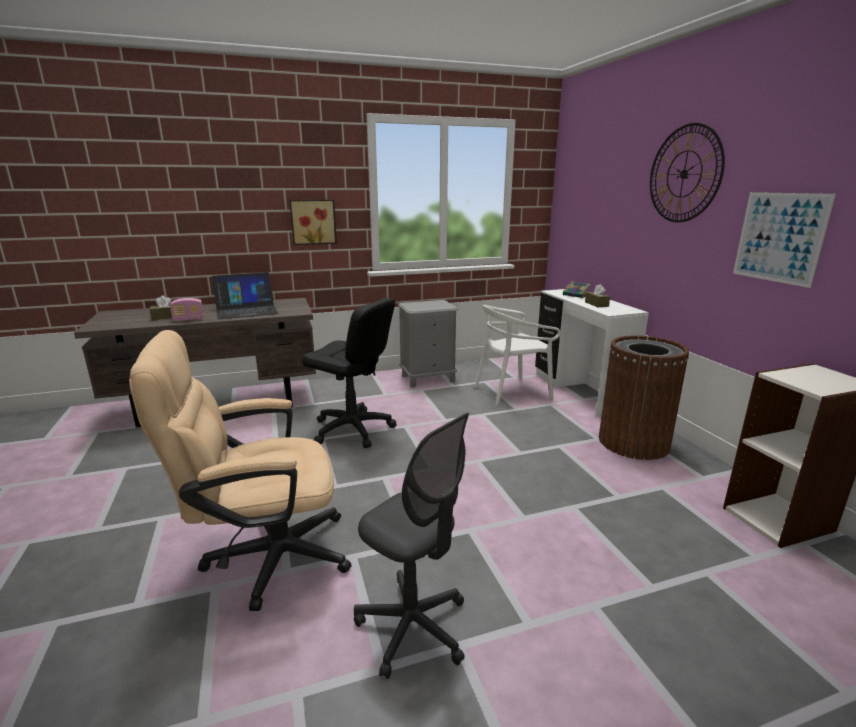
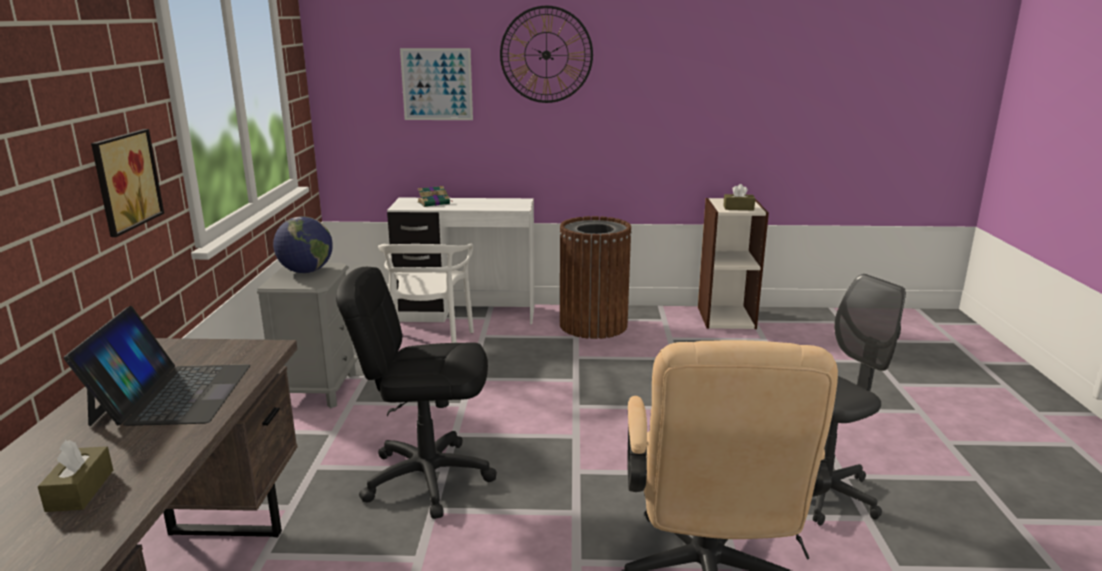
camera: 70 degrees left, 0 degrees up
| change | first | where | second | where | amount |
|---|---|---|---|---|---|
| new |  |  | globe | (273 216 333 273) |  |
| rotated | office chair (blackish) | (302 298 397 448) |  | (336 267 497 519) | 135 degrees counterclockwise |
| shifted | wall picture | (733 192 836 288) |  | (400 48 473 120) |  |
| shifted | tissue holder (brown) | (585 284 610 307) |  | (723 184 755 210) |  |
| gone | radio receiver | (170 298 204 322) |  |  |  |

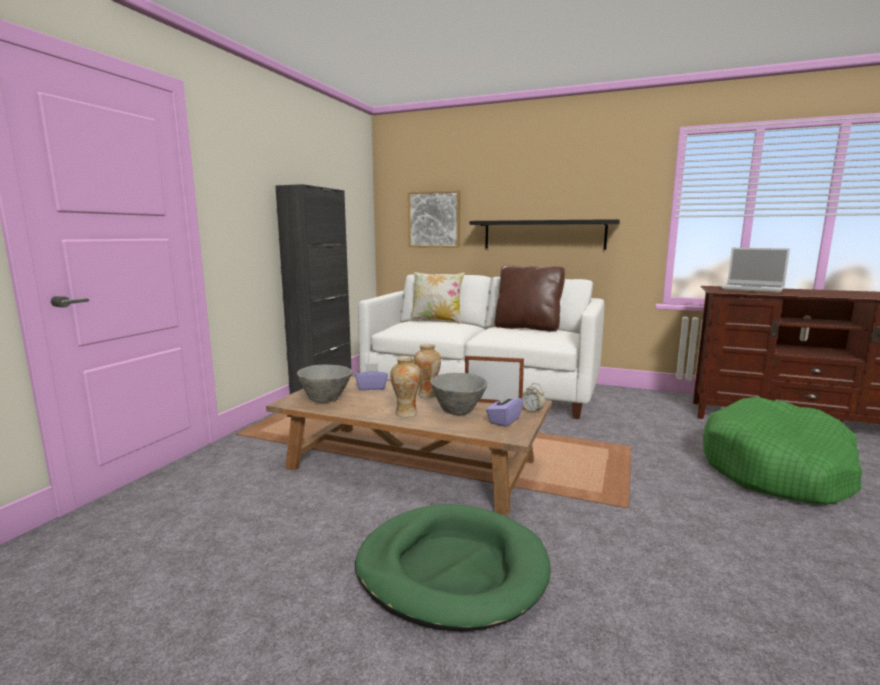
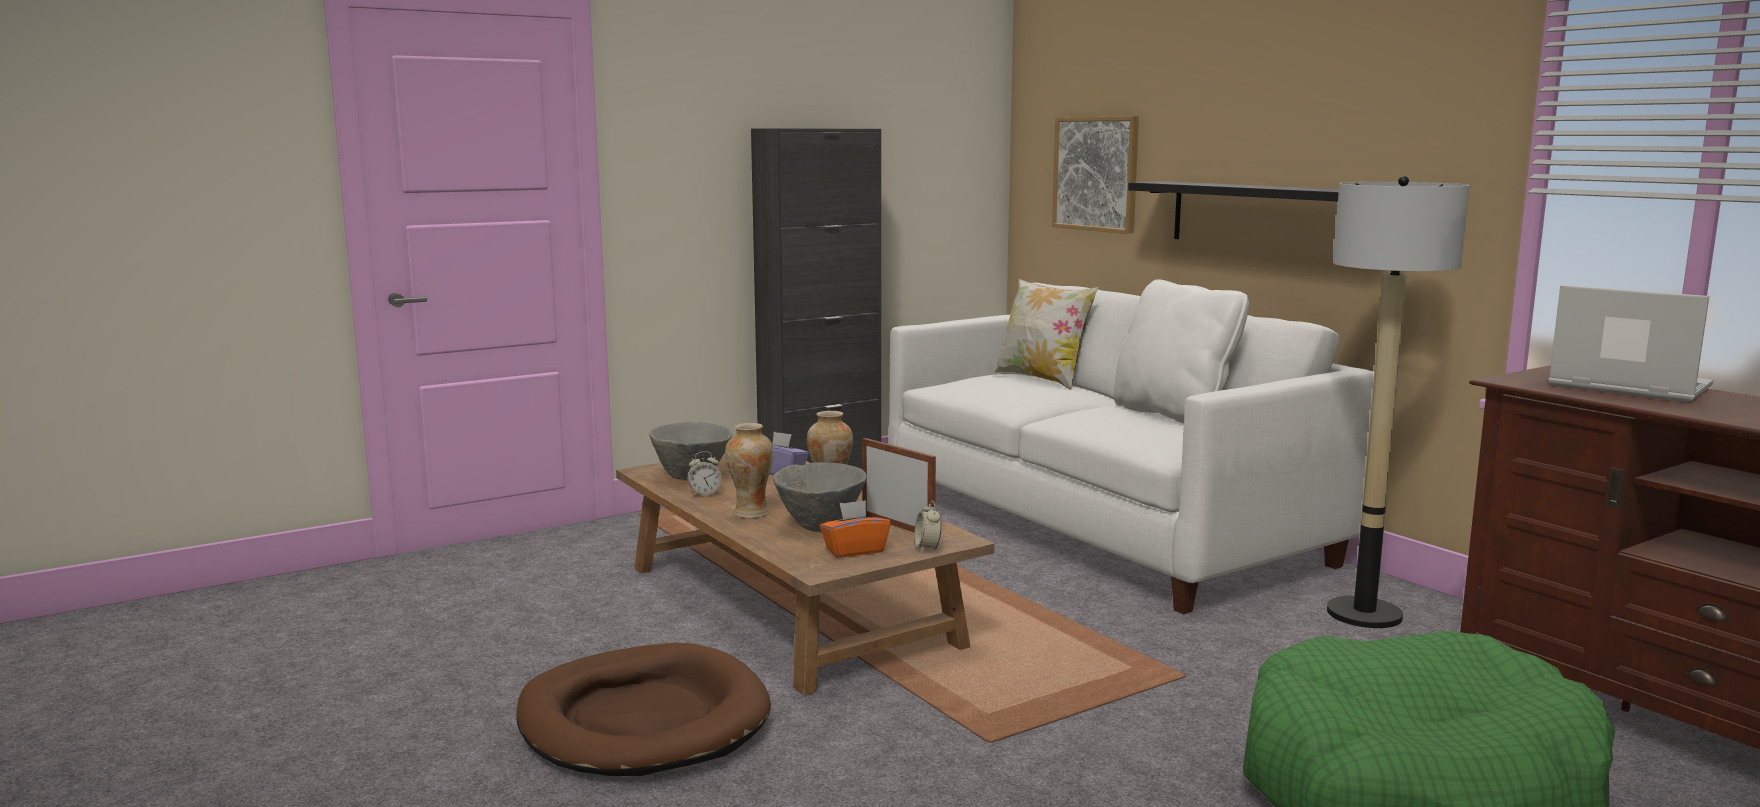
camera: 35 degrees right, 0 degrees up
| change | first | where | second | where | amount |
|---|---|---|---|---|---|
| repainted | dog cushion (greenish) | (355 504 550 631) | dog cushion (brown) | (516 643 771 776) |  |
| new |  |  | alarm clock | (687 451 722 497) |  |
| repainted | tissue holder (purplish) | (486 390 523 427) | tissue holder (orange) | (820 500 891 558) |  |
| repainted | throw pillow (brown) | (495 265 565 332) | throw pillow (whitish) | (1114 279 1249 423) |  |
| new |  |  | standing lamp | (1327 176 1470 628) |  |
| rotated | laptop | (721 248 790 293) |  | (1548 285 1713 403) | 150 degrees clockwise |

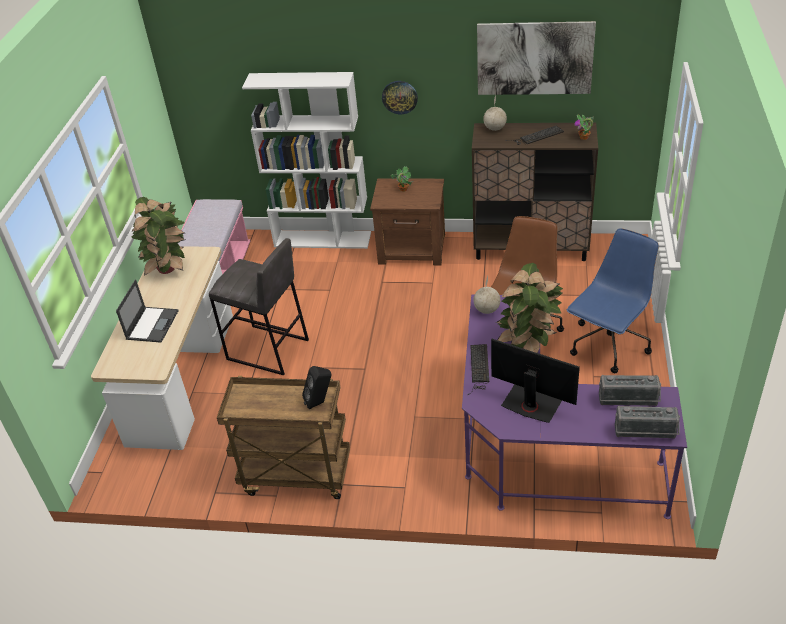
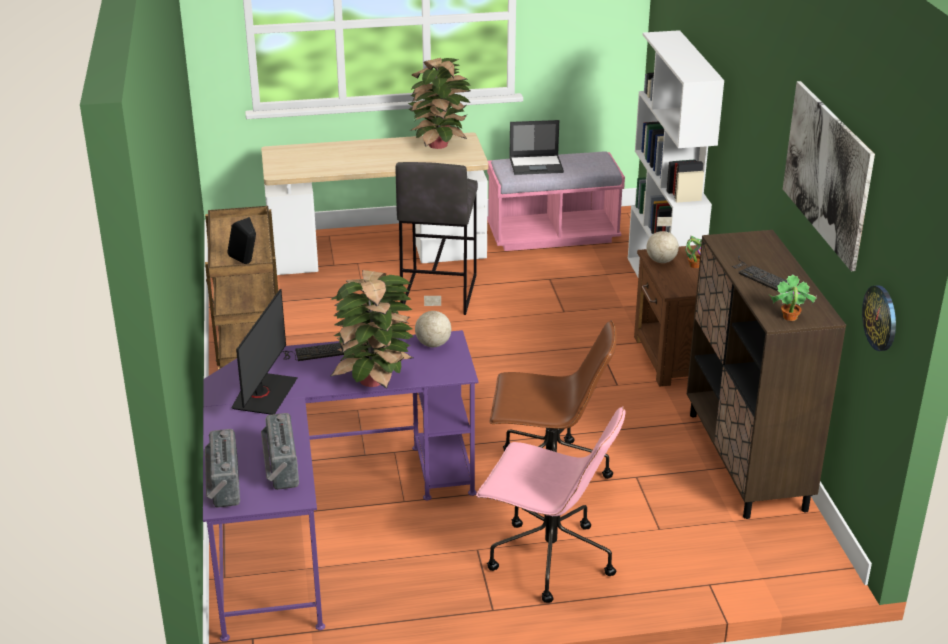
camera: 70 degrees right, 10 degrees down
| change | first | where | second | where | amount |
|---|---|---|---|---|---|
| repainted | office chair (blue) | (567 228 659 373) | office chair (pinkish) | (476 407 625 603) |  |
| shifted | laptop | (116 279 178 343) |  | (509 120 564 175) |  |
| shifted | globe | (483 95 507 131) |  | (646 217 679 263) |  |
| shifted | hanging clock | (382 81 418 114) |  | (862 285 896 351) |  |

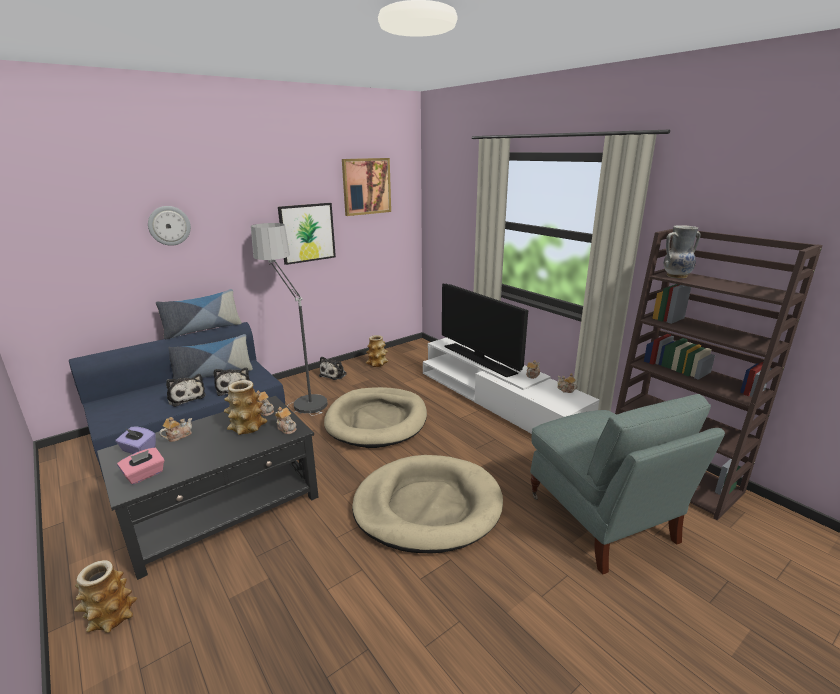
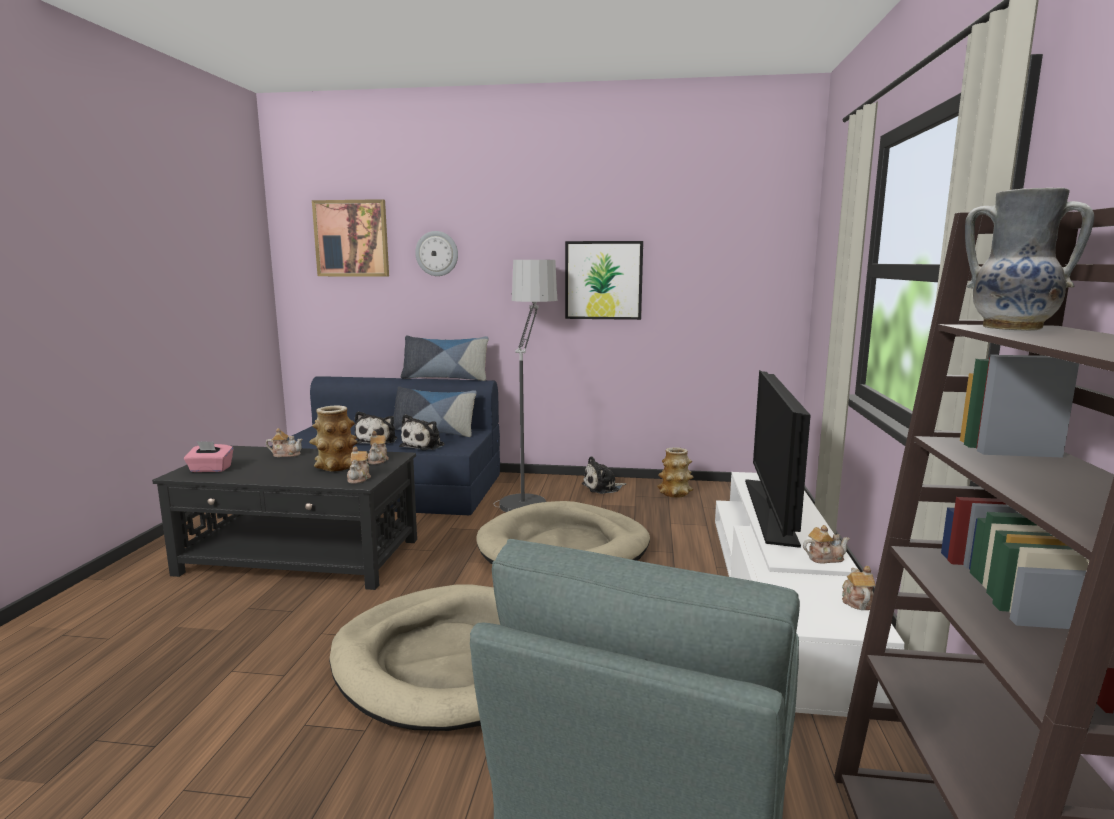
camera: 45 degrees right, 10 degrees down
| change | first | where | second | where | amount |
|---|---|---|---|---|---|
| shifted | wall picture | (342 158 391 216) |  | (312 199 389 277) |  |
| gone | decorative vase | (74 560 137 633) |  |  |  |
| gone | tissue holder (purplish) | (115 426 156 454) |  |  |  |

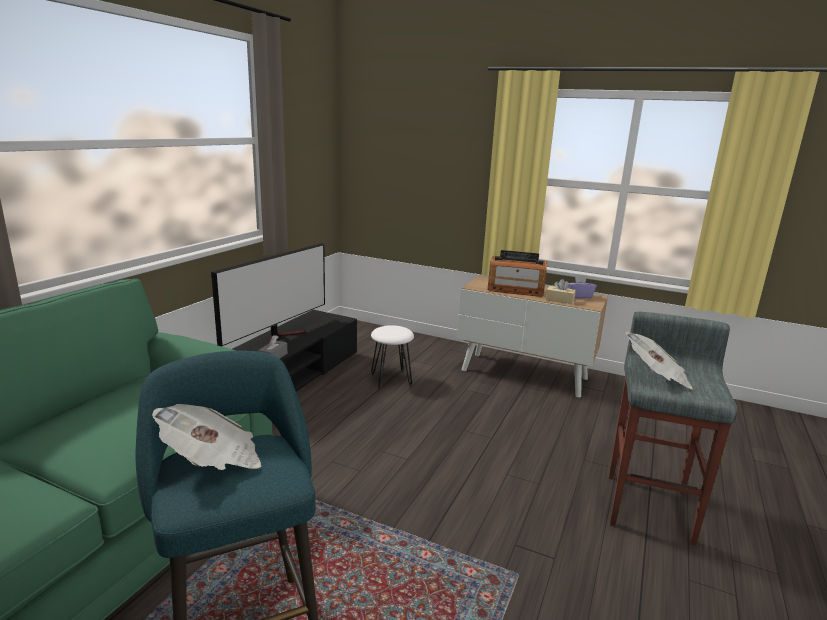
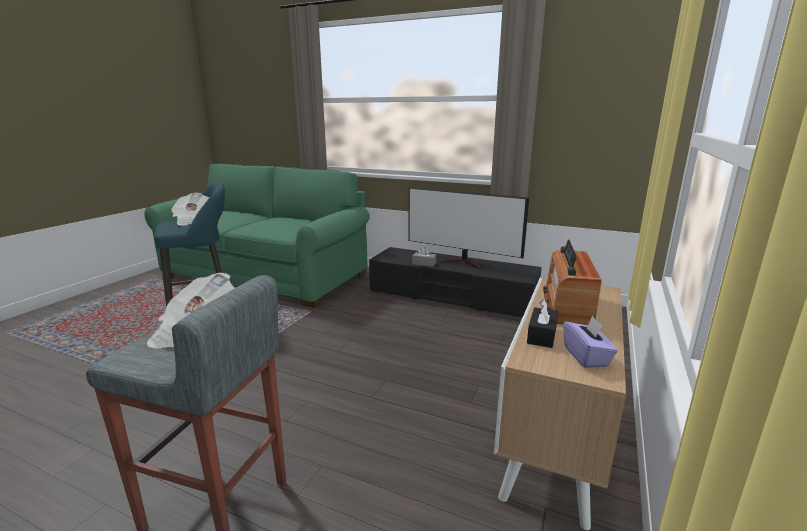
camera: 90 degrees right, 0 degrees up
| change | first | where | second | where | amount |
|---|---|---|---|---|---|
| repainted | tissue holder (sand-coloured) | (546 279 576 304) | tissue holder (blackish) | (527 299 558 348) |  |
| gone | sitting stool (whitish) | (371 325 414 389) |  |  |  |

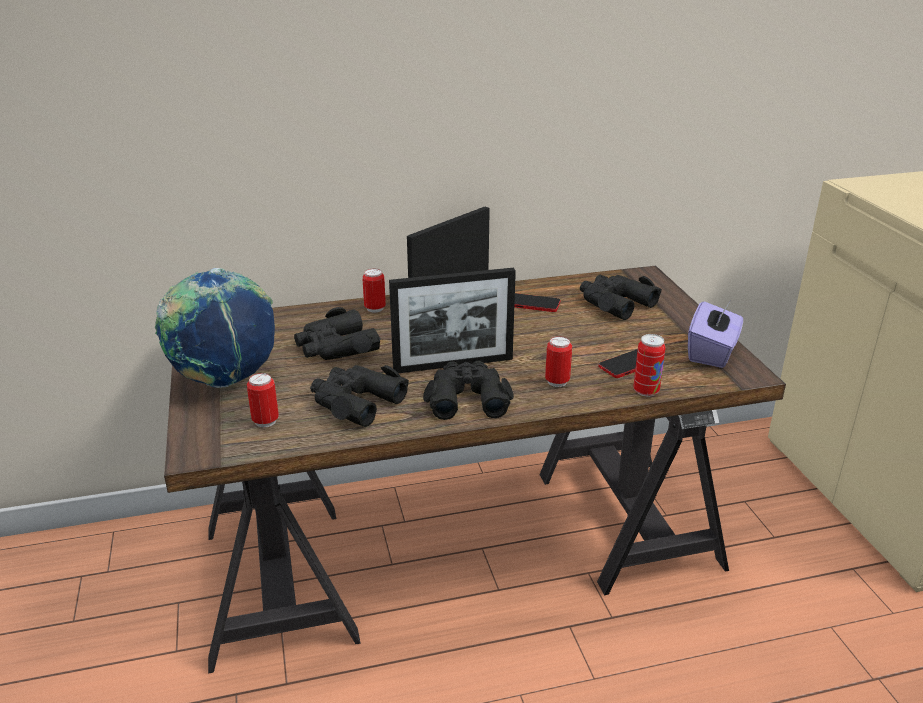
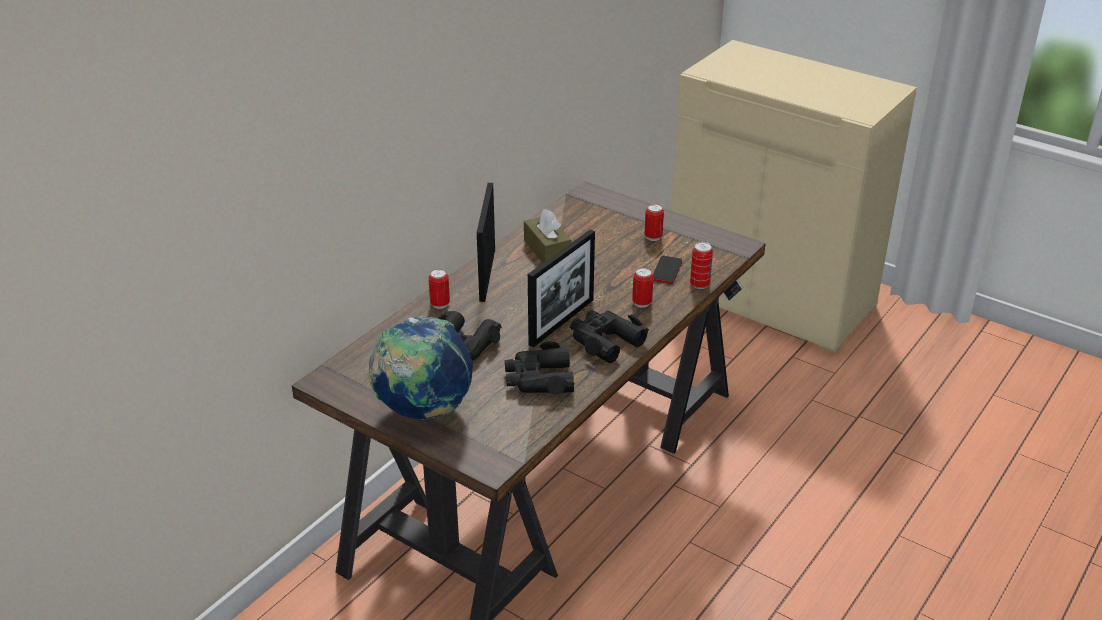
camera: 40 degrees left, 5 degrees up
| change | first | where | second | where | amount |
|---|---|---|---|---|---|
| swapped | phone | (514 293 560 312) | tissue holder (brown) | (524 209 571 263) |  |
| shifted | metal can | (247 373 279 427) |  | (645 204 664 241) |  |
| gone | pair of binoculars (blackish) | (580 275 662 320) |  |  |  |
| gone | tissue holder (purplish) | (688 299 743 368) |  |  |  |

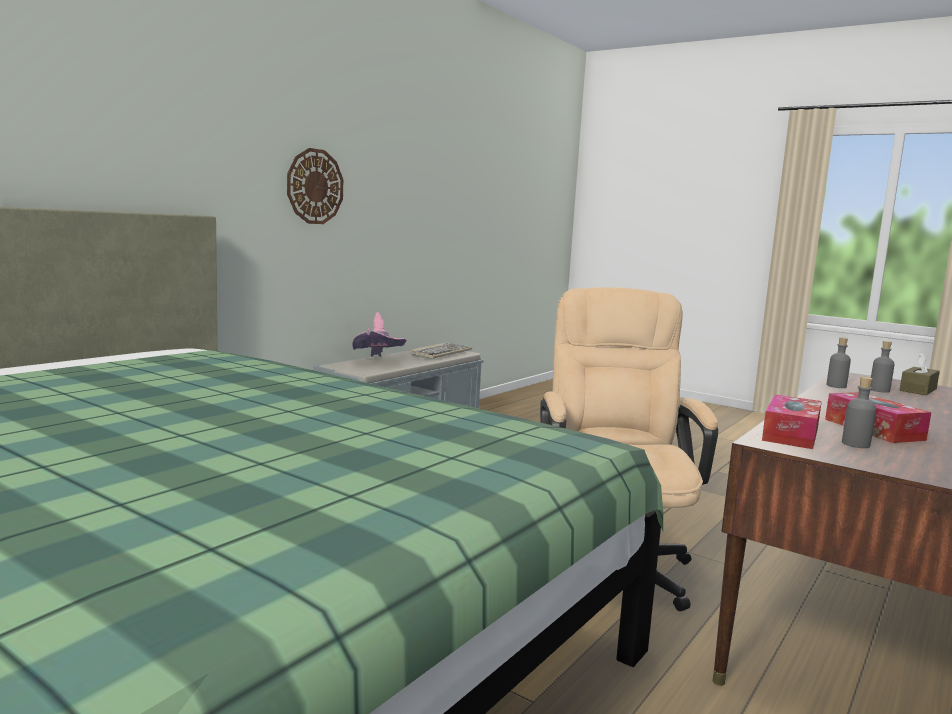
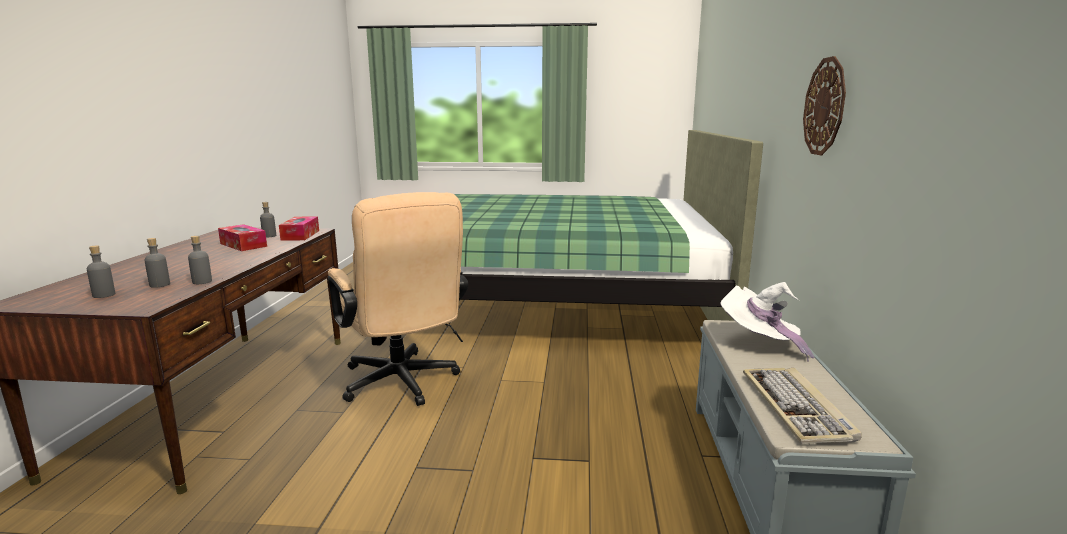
camera: 150 degrees right, 5 degrees up
| change | first | where | second | where | amount |
|---|---|---|---|---|---|
| swapped | tissue holder (brown) | (900 352 940 395) | bottle (greyish) | (87 245 115 298) |  |
| repainted | hat (pinkish) | (353 312 406 357) | hat (whitish) | (720 282 814 362) |  |

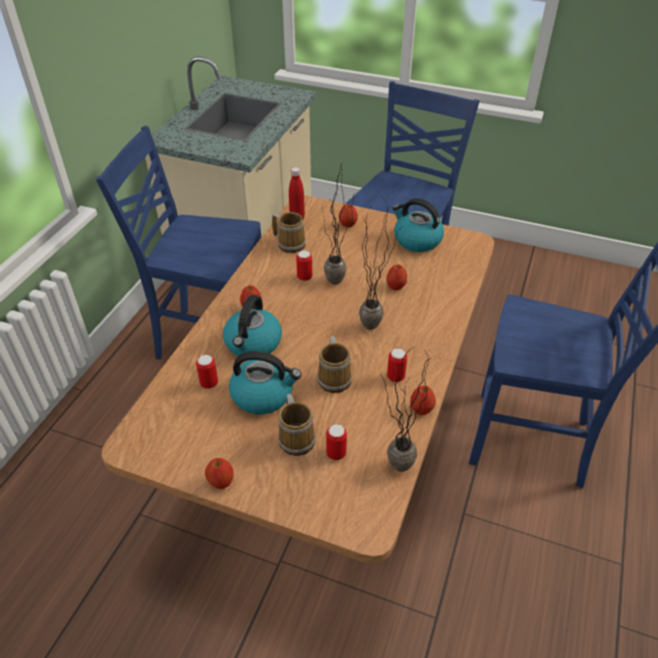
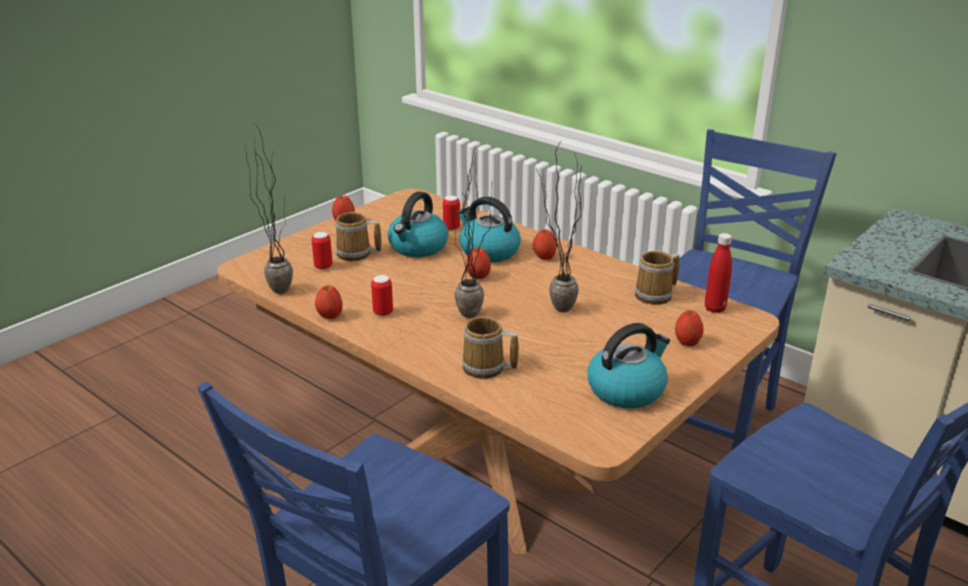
camera: 110 degrees right, 15 degrees down
| change | first | where | second | where | amount |
|---|---|---|---|---|---|
| shifted | mug | (317 336 352 393) |  | (462 317 519 379) |  |
| shifted | whole apple | (387 265 407 290) |  | (465 248 491 279) |  |
| gone | metal can | (296 250 312 281) |  |  |  |

